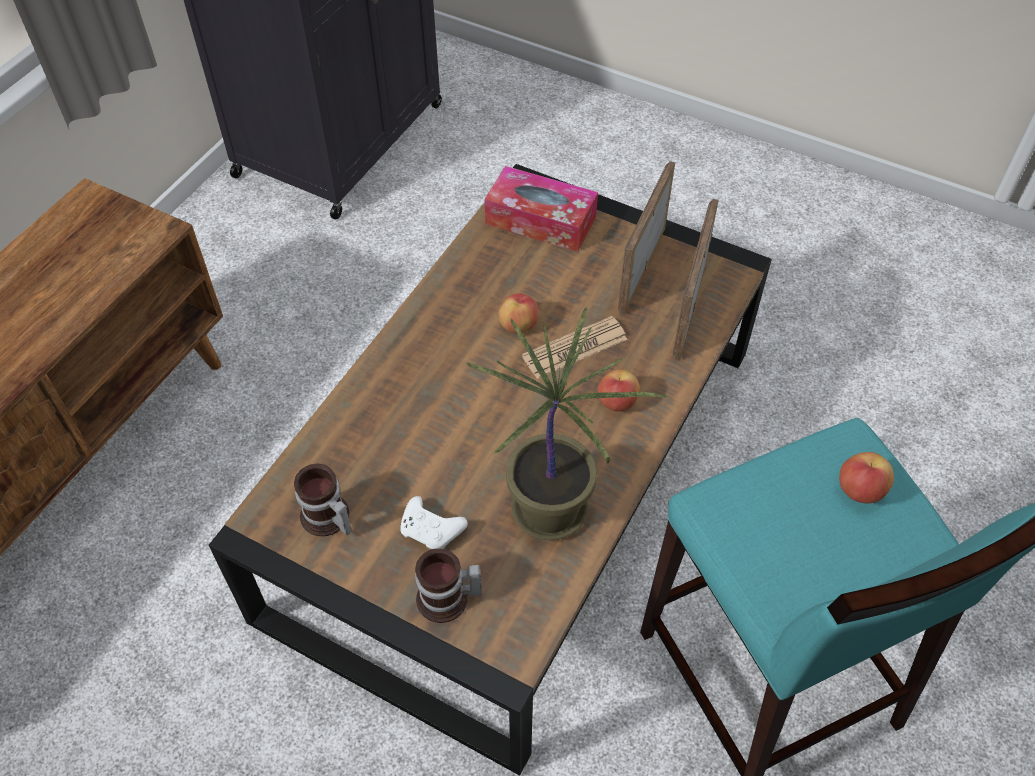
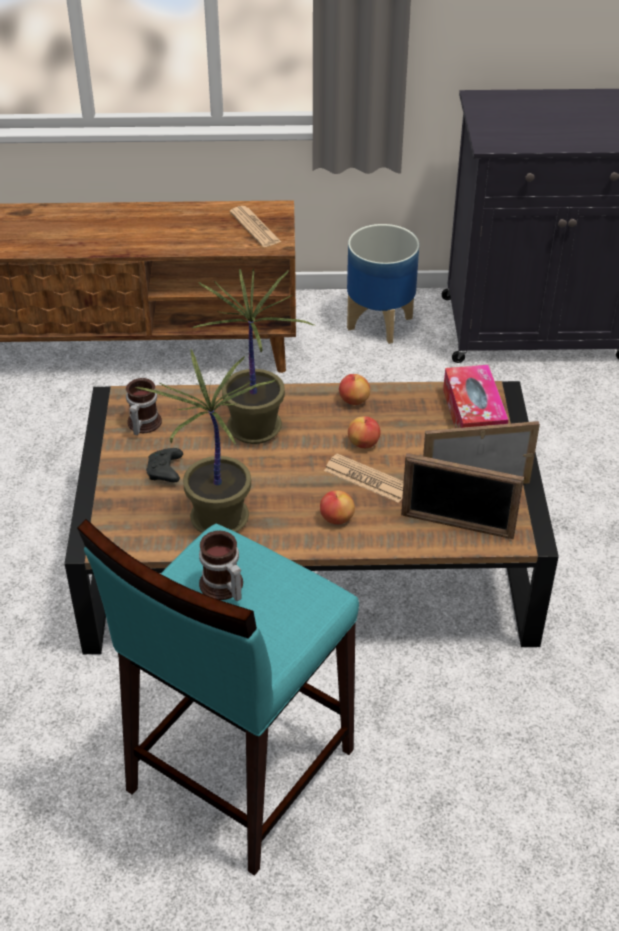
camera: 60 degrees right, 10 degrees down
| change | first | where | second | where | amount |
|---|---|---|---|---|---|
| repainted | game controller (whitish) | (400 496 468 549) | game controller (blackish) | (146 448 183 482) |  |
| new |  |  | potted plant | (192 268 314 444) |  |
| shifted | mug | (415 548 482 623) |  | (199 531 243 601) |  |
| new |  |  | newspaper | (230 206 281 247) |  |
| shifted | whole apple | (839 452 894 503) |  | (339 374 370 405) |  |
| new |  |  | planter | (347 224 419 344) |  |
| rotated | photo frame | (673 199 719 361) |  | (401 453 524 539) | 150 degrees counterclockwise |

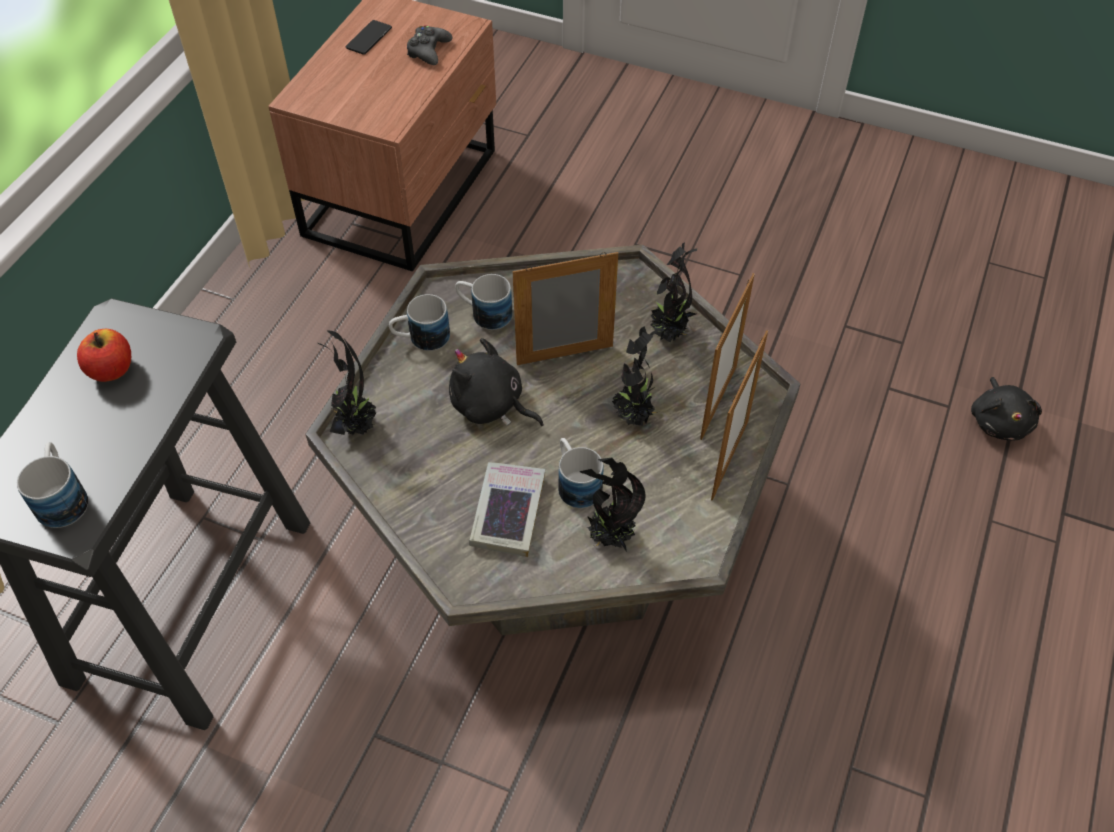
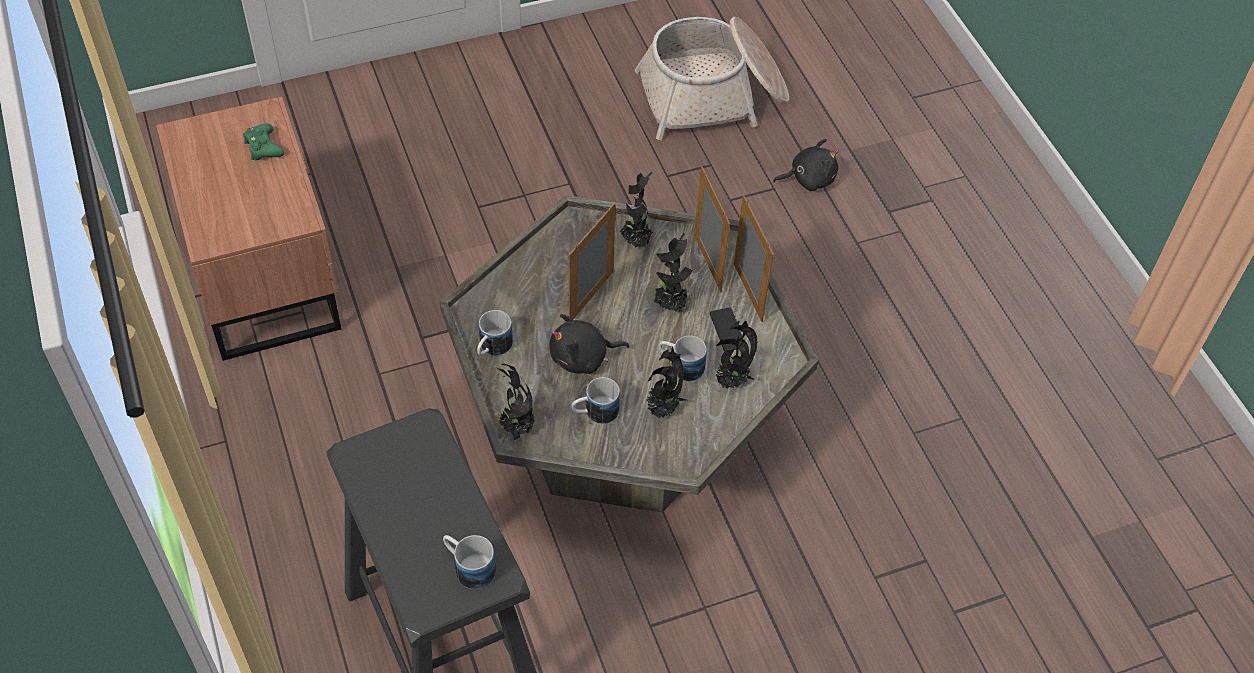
camera: 45 degrees left, 0 degrees up
| change | first | where | second | where | amount |
|---|---|---|---|---|---|
| repainted | game controller (blackish) | (407 25 452 65) | game controller (greenish) | (243 124 284 160) |  |
| shifted | mug | (455 274 513 330) |  | (571 377 620 424) |  |
| new |  |  | basket | (635 17 789 140) |  |
| swapped | bound book | (469 462 546 557) | potted plant | (645 347 686 418) |  |
| shifted | phone | (346 20 392 55) |  | (710 308 744 351) |  |
| rotated | soft toy (blackish) | (971 377 1042 441) |  | (773 139 839 191) | 60 degrees counterclockwise |
| gone | whole apple | (77 329 131 382) |  |  |  |

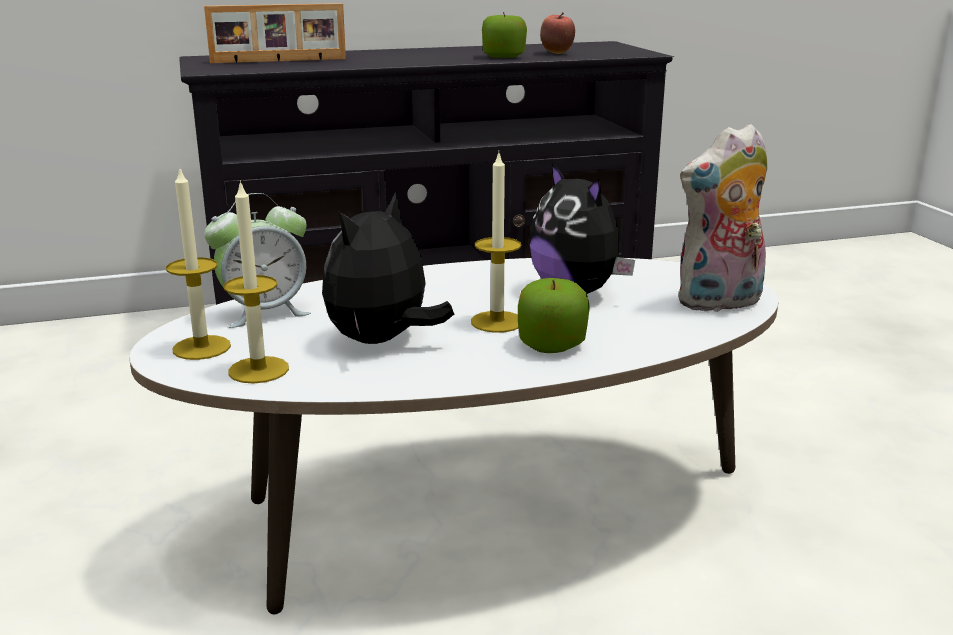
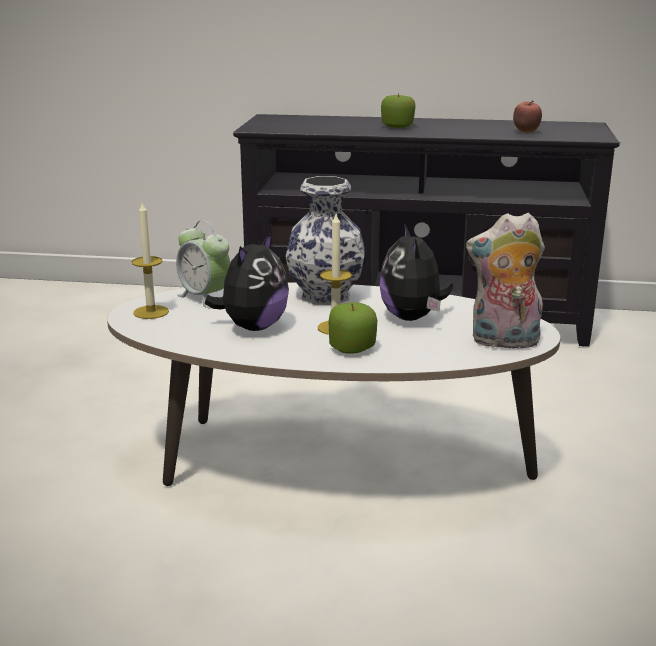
camera: 25 degrees right, 0 degrees up
| change | first | where | second | where | amount |
|---|---|---|---|---|---|
| rotated | alarm clock | (204 193 311 328) |  | (176 220 230 309) | 45 degrees clockwise |
| rotated | soft toy | (322 192 454 344) |  | (205 232 289 331) | 150 degrees clockwise |
| new |  |  | decorative vase | (285 176 365 305) |  |
| shifted | whole apple | (482 12 527 58) |  | (381 93 416 128) |  |
| gone | photo frame | (204 3 346 63) |  |  |  |
| gone | wax light | (224 180 289 384) |  |  |  |

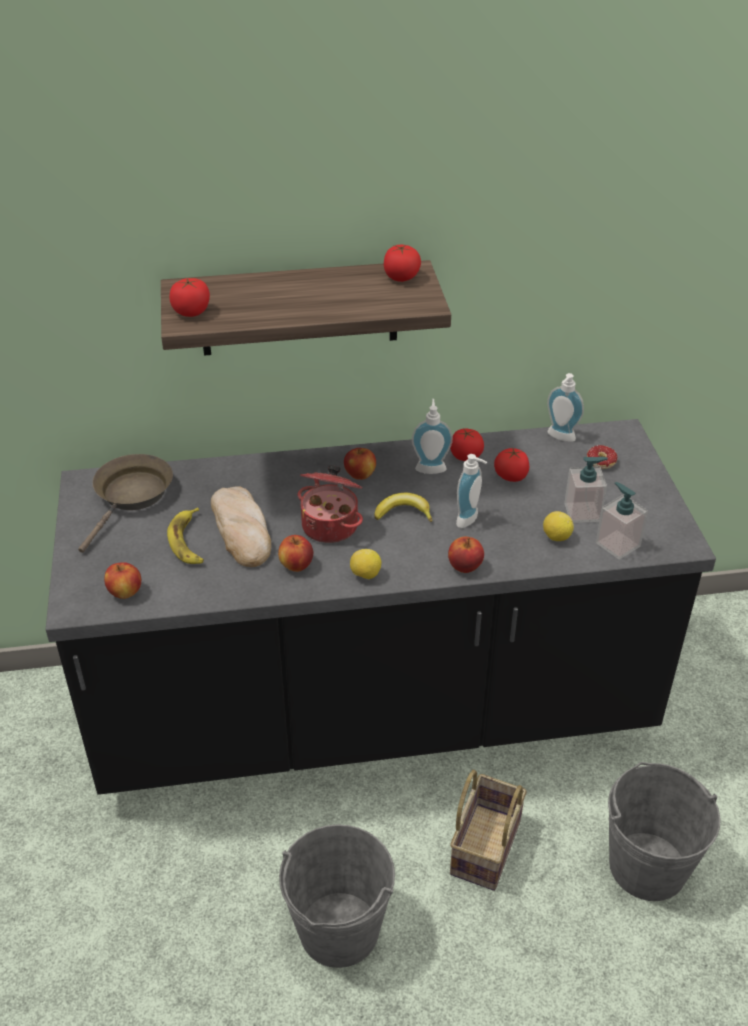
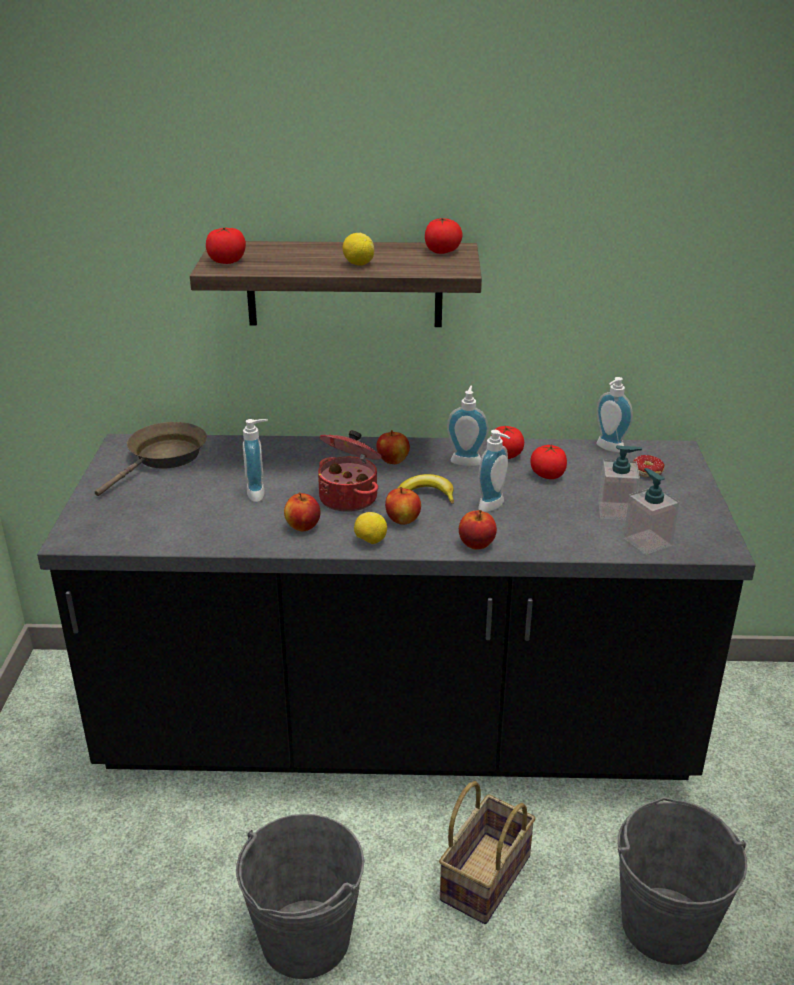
camera: 10 degrees right, 10 degrees down
| change | first | where | second | where | amount |
|---|---|---|---|---|---|
| swapped | baked bread | (211 486 271 567) | soap bottle | (243 419 268 502) |  |
| shifted | lemon | (543 511 574 541) |  | (343 233 374 266) |  |
| shifted | whole apple | (104 562 141 599) |  | (385 487 421 525) |  |
| gone | banana | (167 507 204 564) |  |  |  |

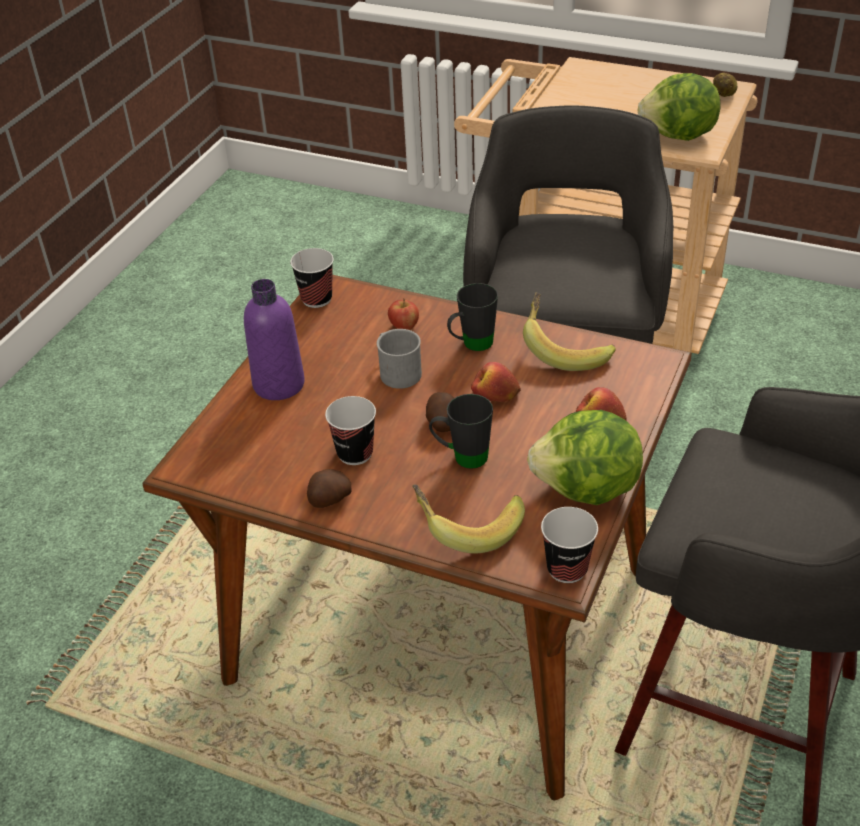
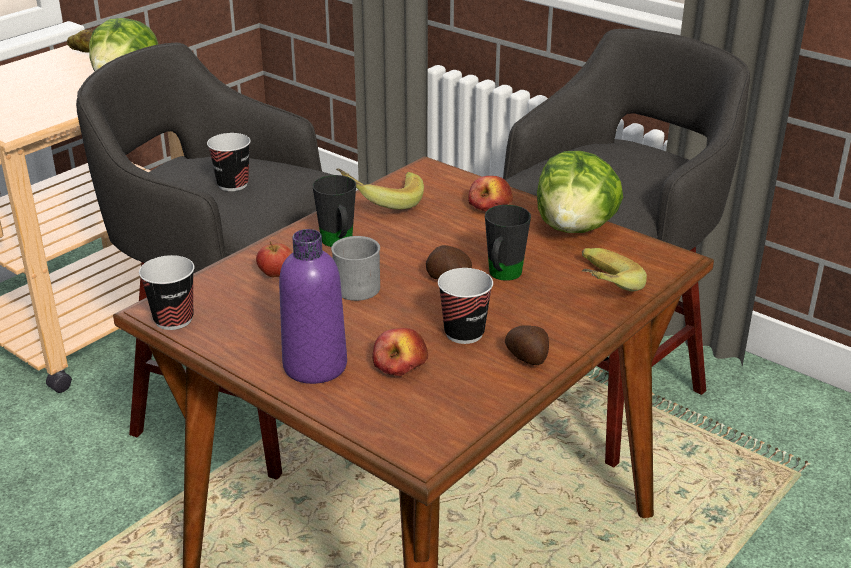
camera: 75 degrees left, 10 degrees down
| change | first | where | second | where | amount |
|---|---|---|---|---|---|
| shifted | small cup | (541 507 598 583) |  | (207 133 251 191) |  |
| shifted | whole apple | (471 362 521 402) |  | (372 328 428 376) |  |

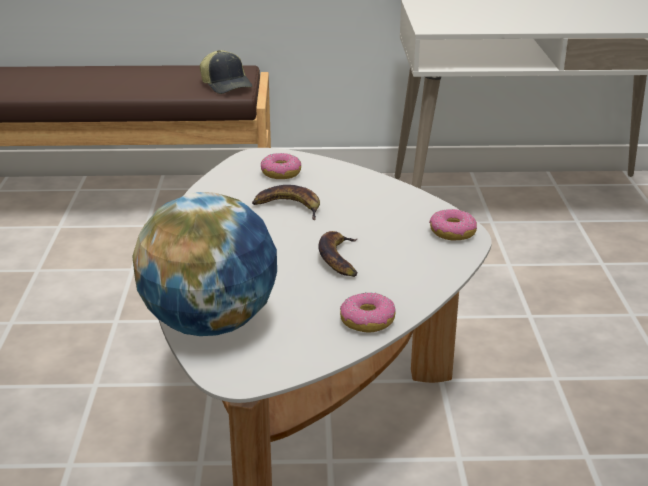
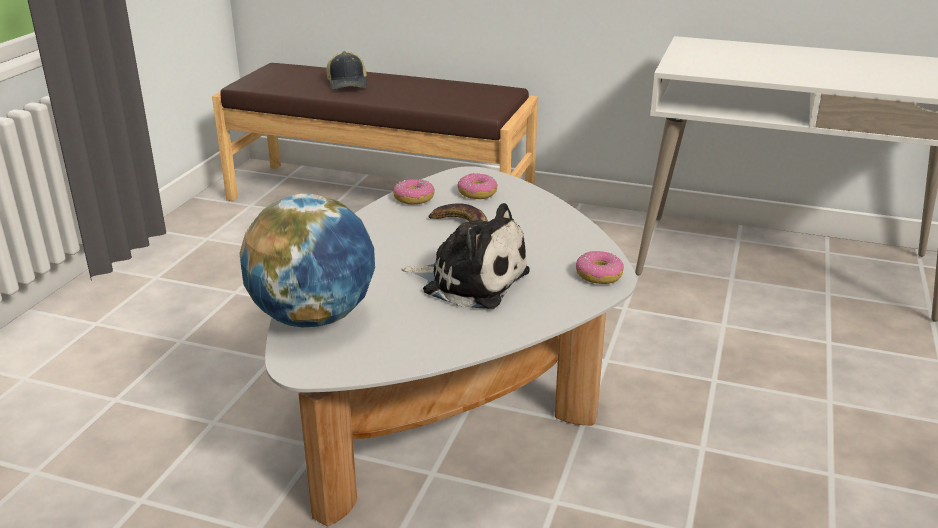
camera: 20 degrees right, 0 degrees up
| change | first | where | second | where | amount |
|---|---|---|---|---|---|
| shifted | peaked cap | (200 50 253 94) |  | (327 51 367 90) |  |
| shifted | donut | (340 292 396 333) |  | (393 179 435 205) |  |
| swapped | banana | (318 231 358 277) | soft toy | (401 203 530 309) |  |

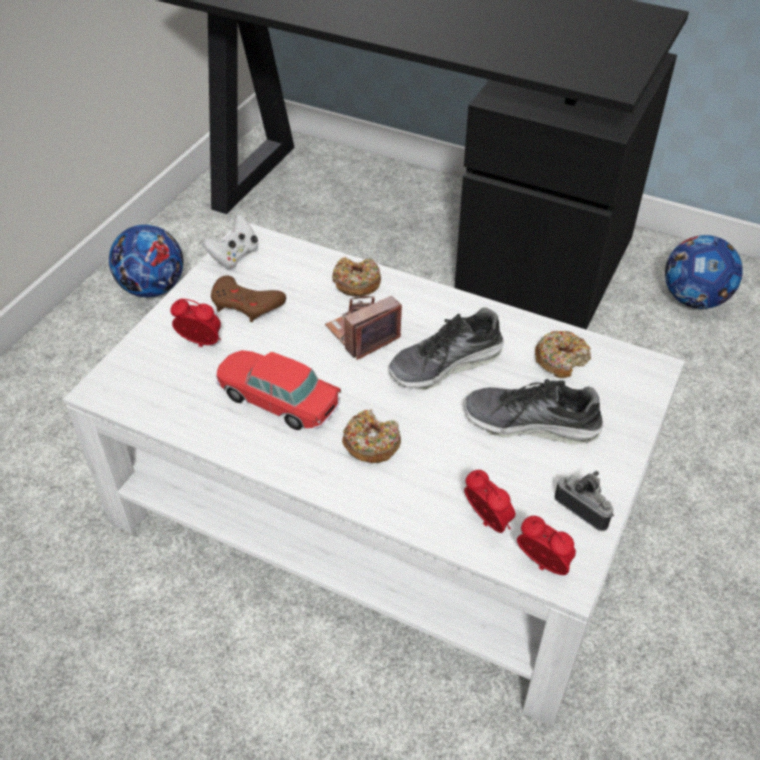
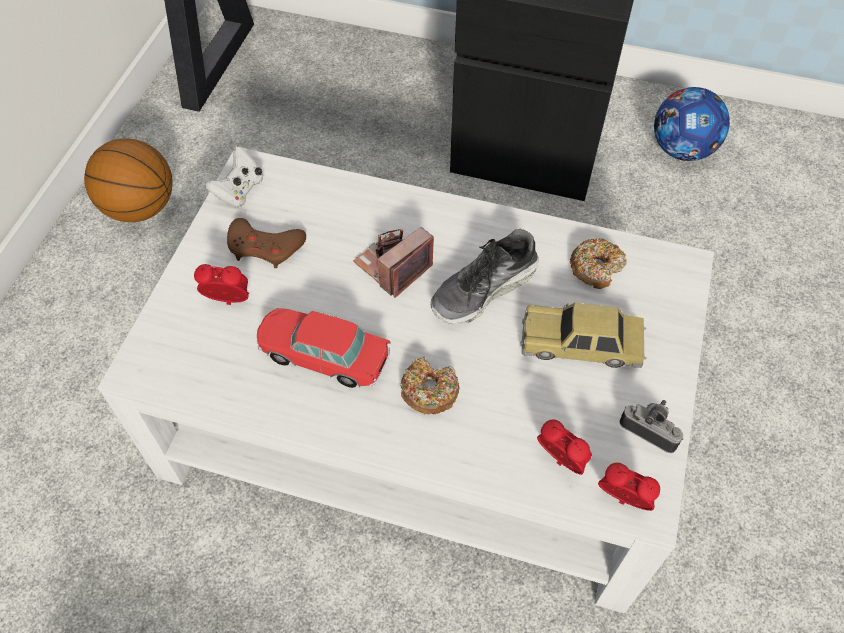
camera: 10 degrees left, 10 degrees up
| change | first | where | second | where | amount |
|---|---|---|---|---|---|
| swapped | football ball | (109 225 183 297) | basketball | (84 138 173 222) |  |
| swapped | item of footwear | (464 379 603 444) | model car | (520 303 647 368) |  |
| gone | donut | (332 257 381 297) |  |  |  |

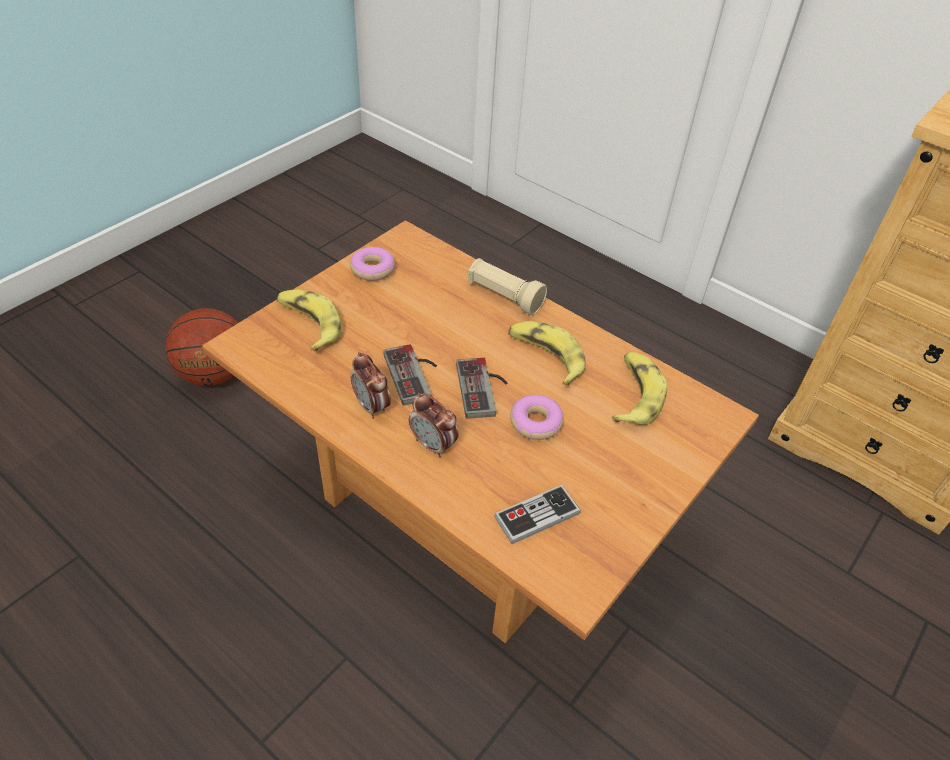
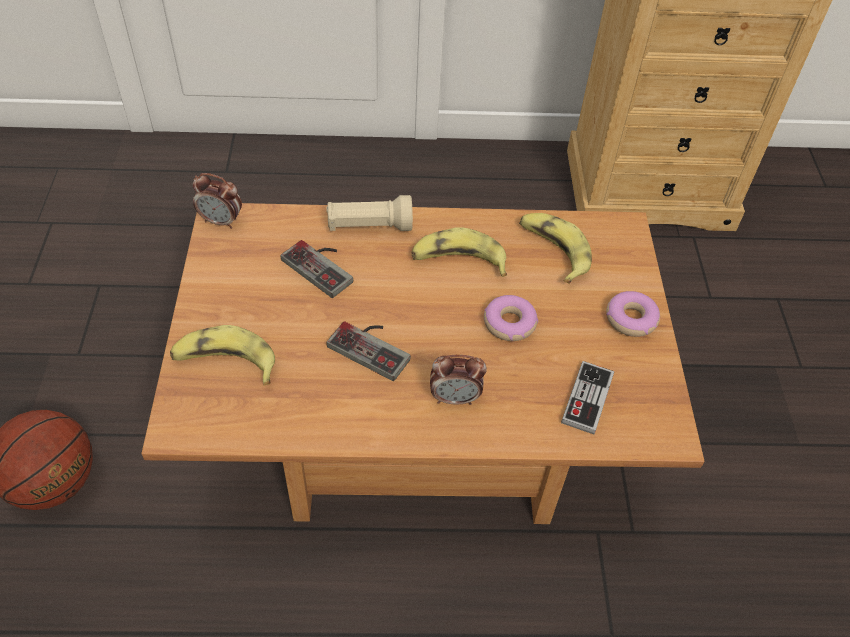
camera: 40 degrees left, 5 degrees up
| change | first | where | second | where | amount |
|---|---|---|---|---|---|
| shifted | alarm clock | (351 352 391 419) |  | (193 173 242 229) |  |
| shifted | game controller | (456 358 507 419) |  | (281 240 353 298) |  |
| shifted | donut | (350 247 395 281) |  | (606 291 660 337) |  |

